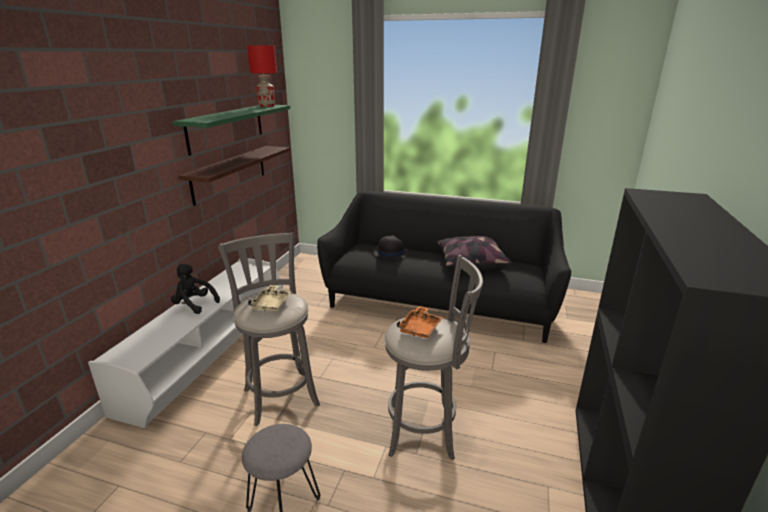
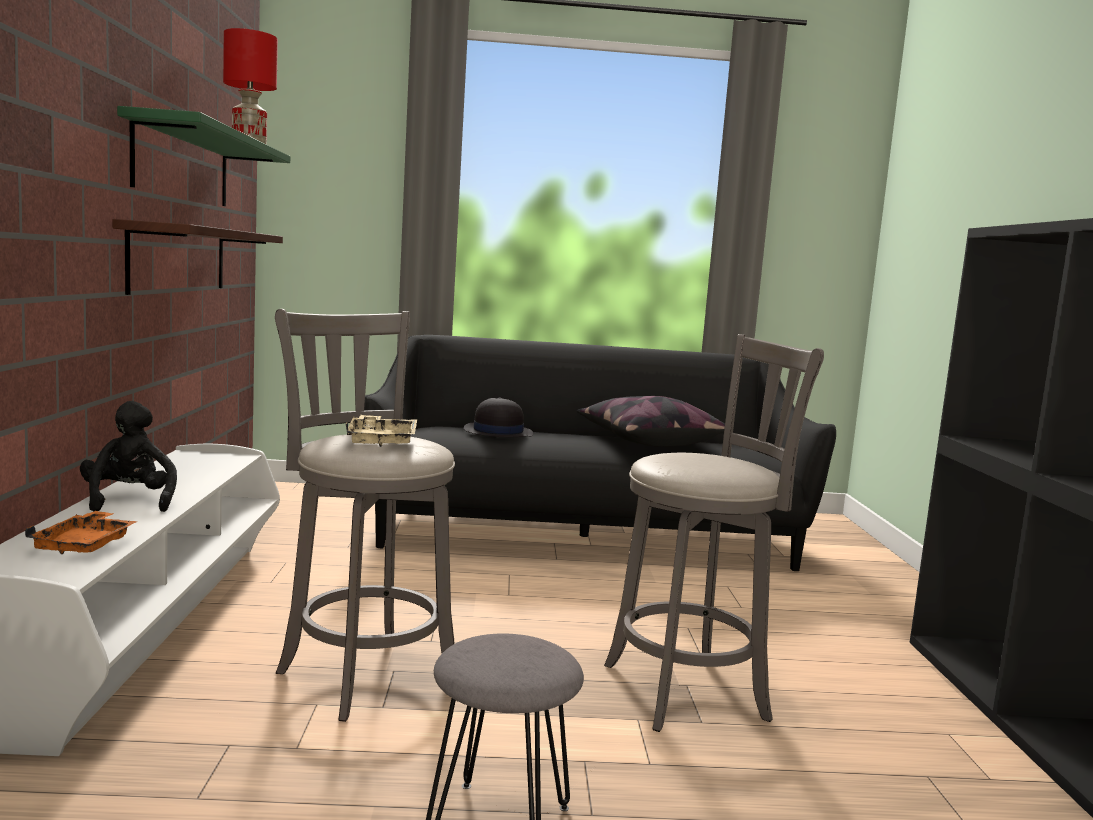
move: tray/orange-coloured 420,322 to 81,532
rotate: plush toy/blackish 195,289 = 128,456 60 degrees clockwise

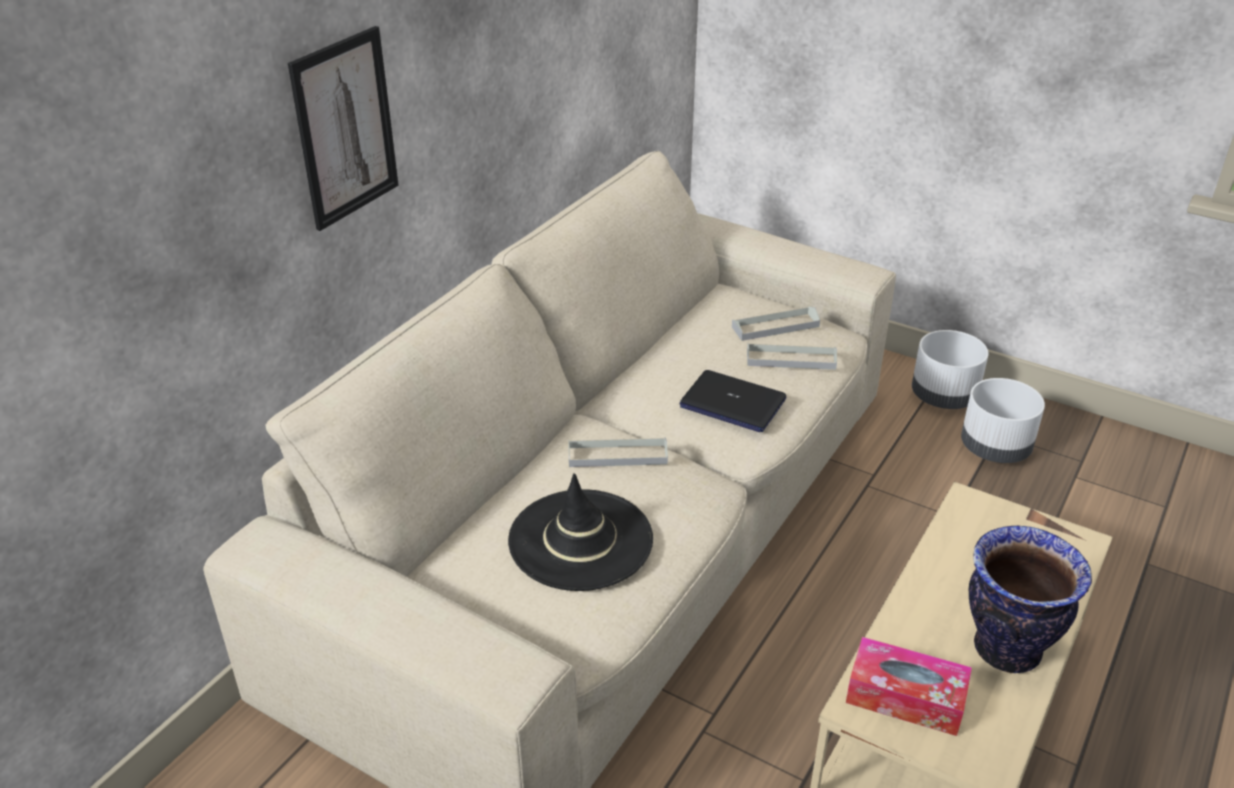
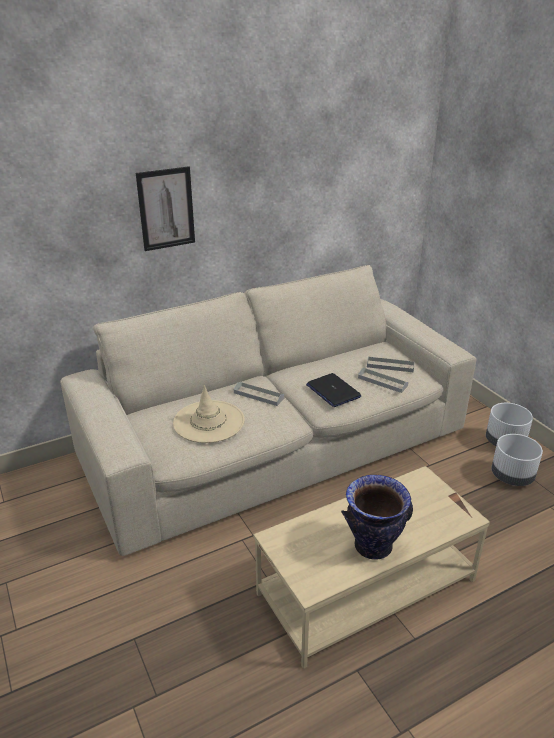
delete: box of tissues 909,686
recolor: hat/blackish 580,532 to hat/beige 208,414

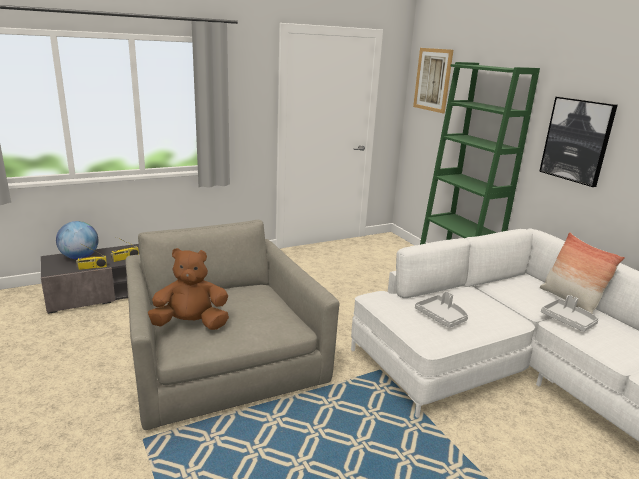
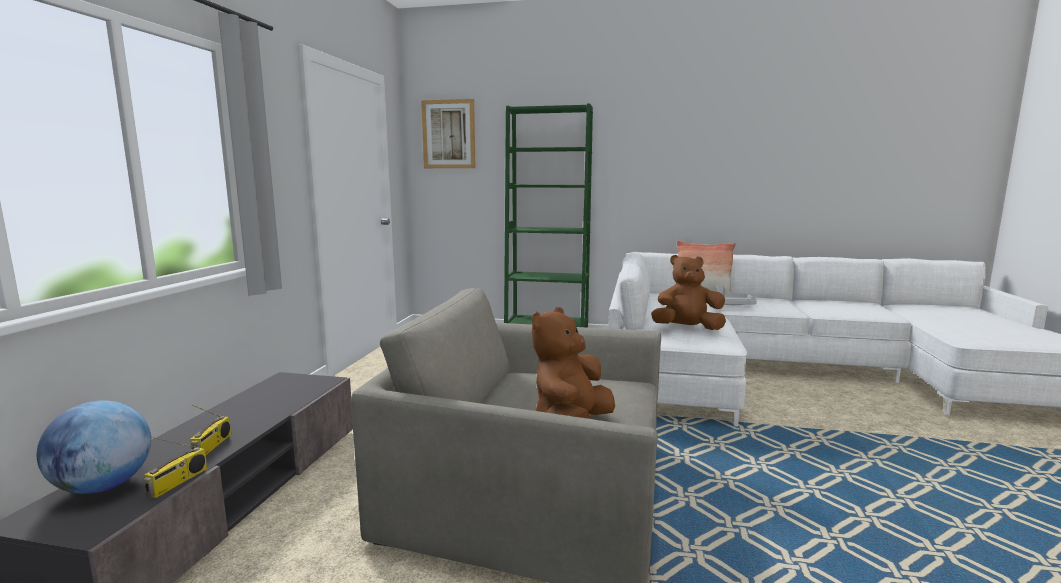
delete: wall art 578,142
replace: tray/grey 441,309 to plush toy/brown-coloured 688,292

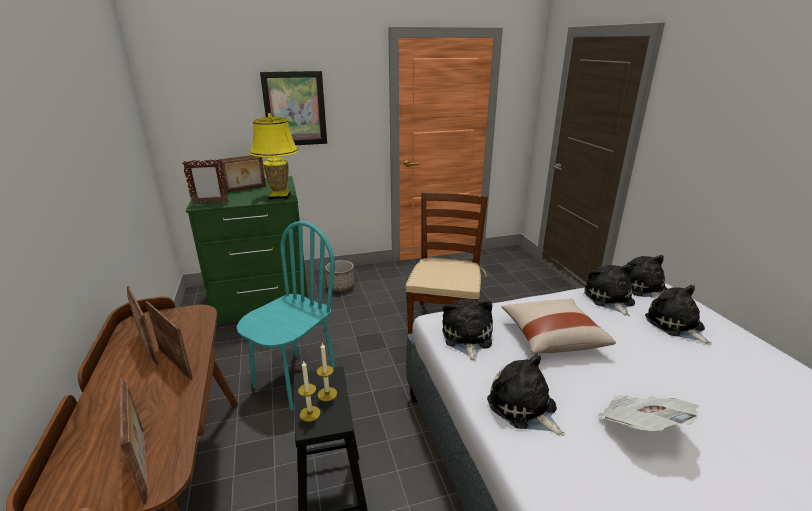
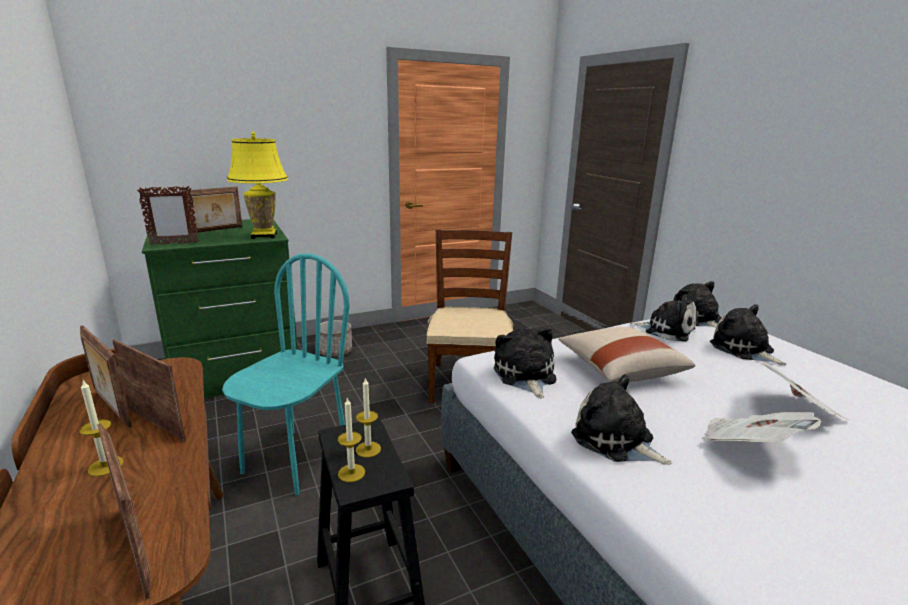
delete: wall art 293,108
insert: wax light 101,428; daily paper 804,390
rotate: plush toy 609,290 = 663,318 135 degrees clockwise

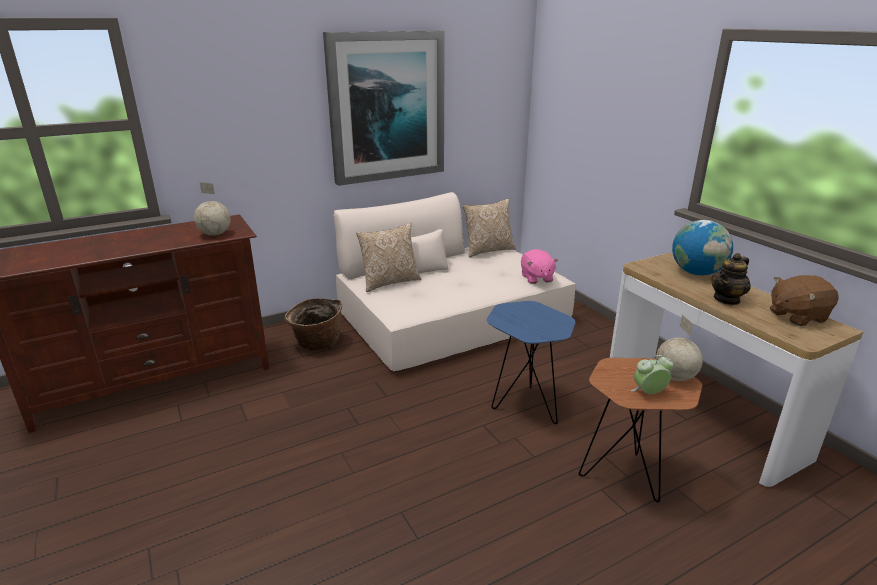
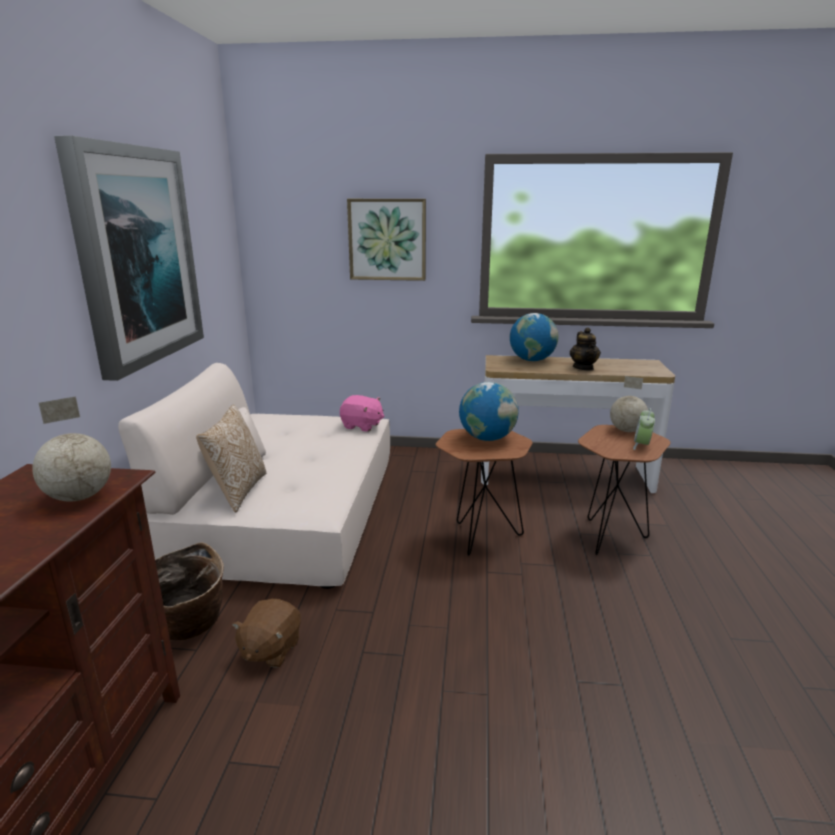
delete: cushion 489,228
insert: wall art 386,240; desk globe 489,411
move: plush toy/brown-coloured 804,300 to 266,633
recolor: end table/blue-coloured 531,362 to end table/brown-coloured 484,492

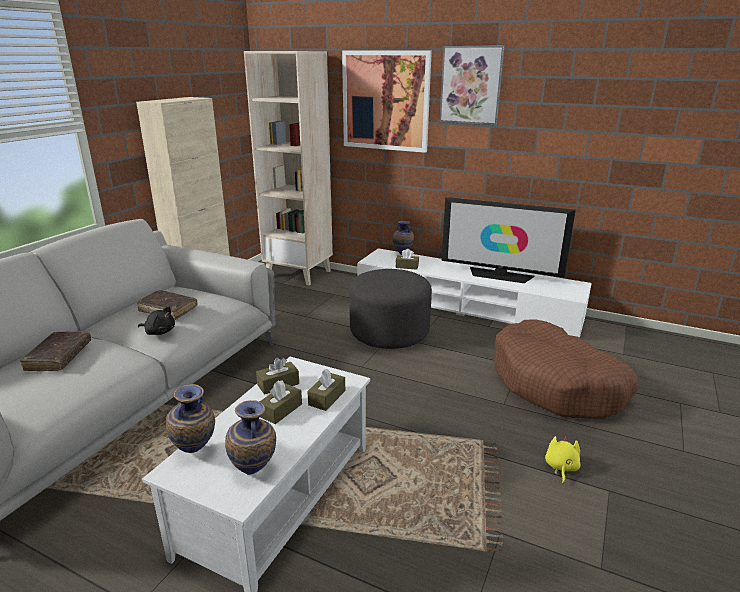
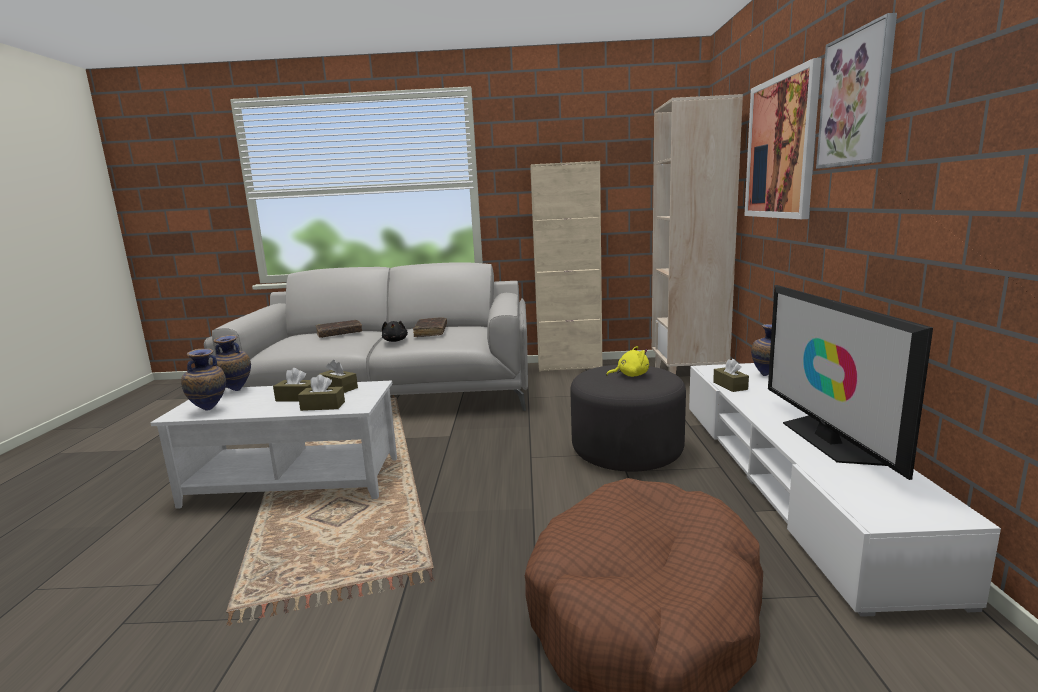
move: plush toy/yellowish 563,460 to 627,361

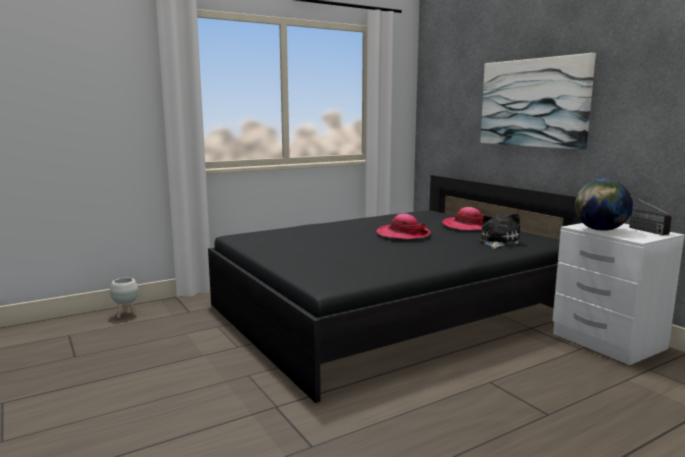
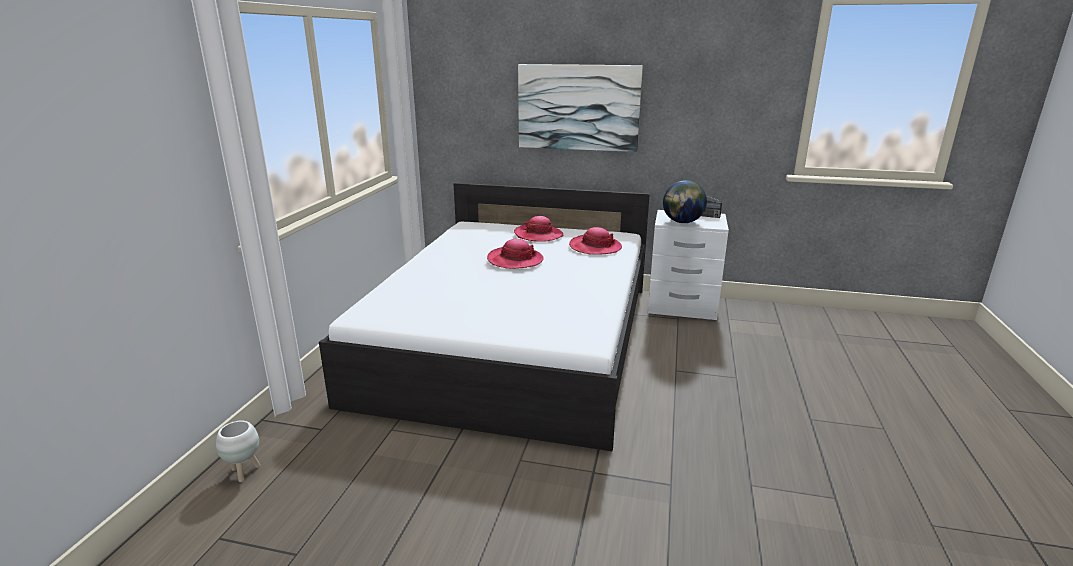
replace: plush toy 500,231 to hat 595,241
recolor: bed/blackish 395,289 to bed/whitish 484,317

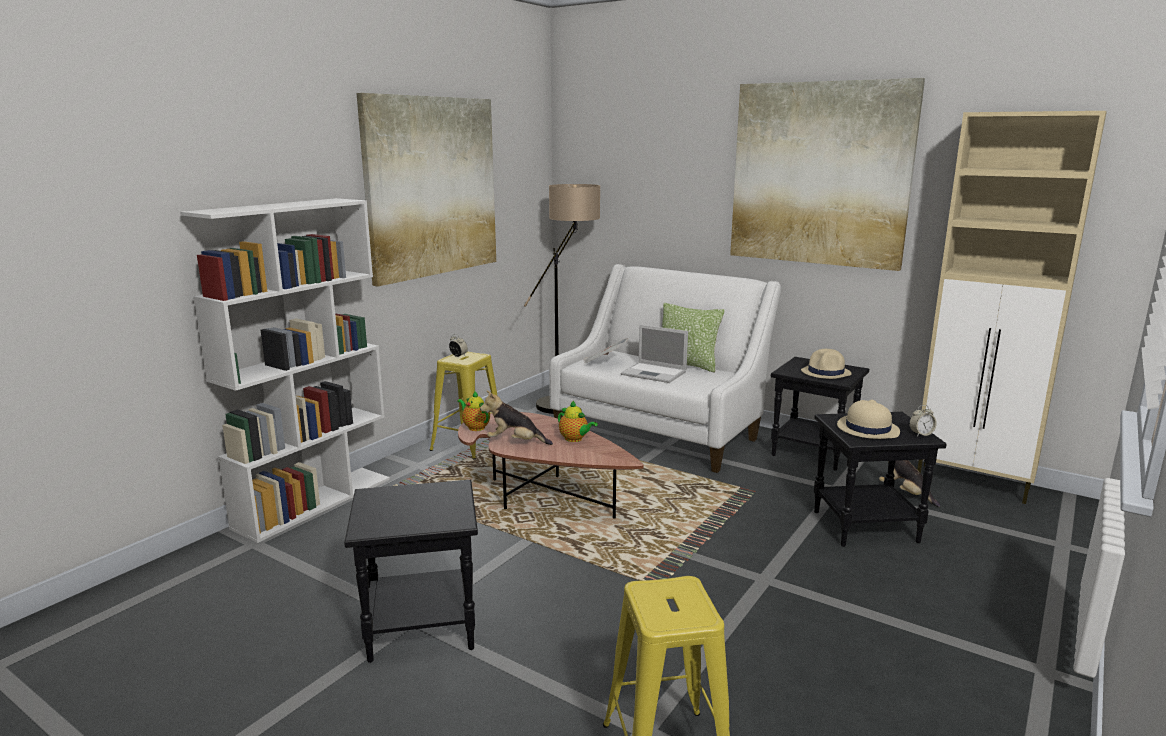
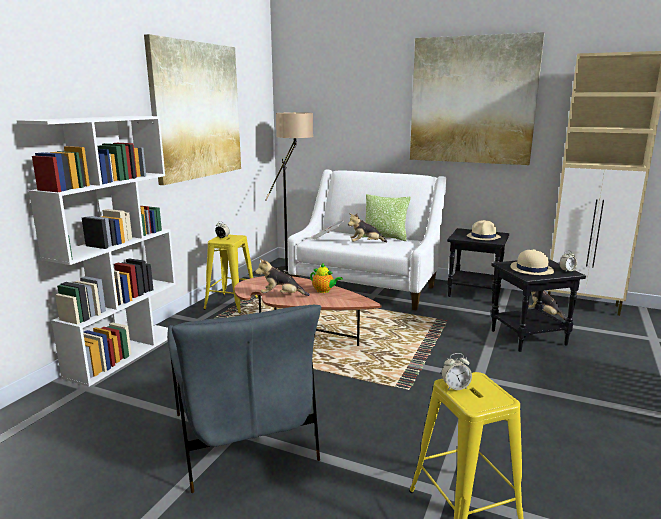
delete: tea pot 473,410
insert: bedside clock 456,371
replace: end table/blackish 411,571 to lounge chair/grey 244,399; laptop 654,354 to plush toy 367,227

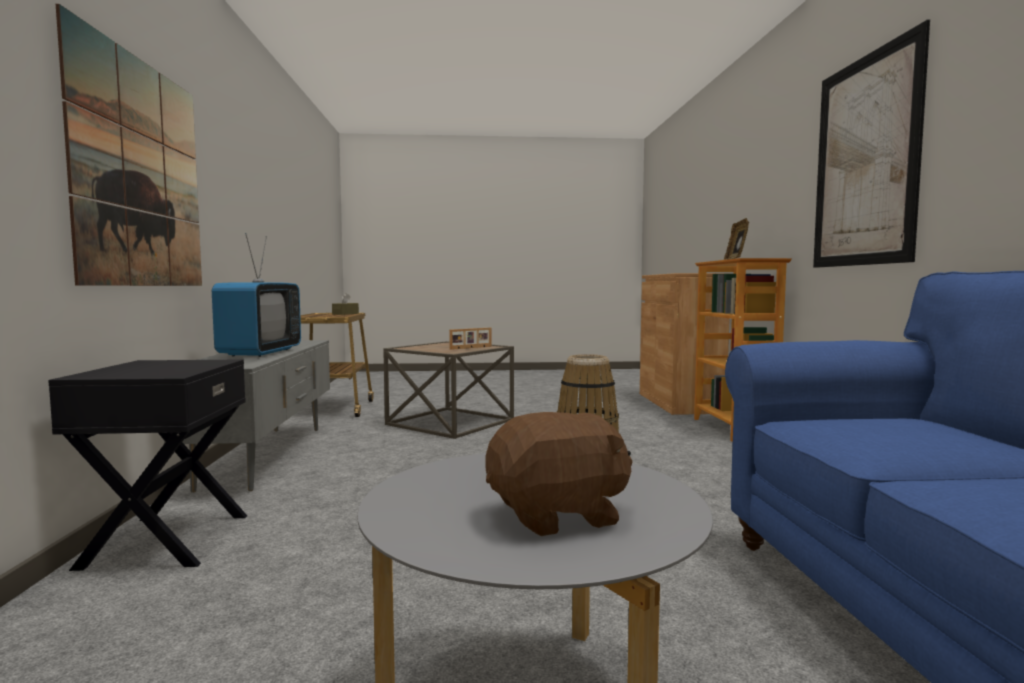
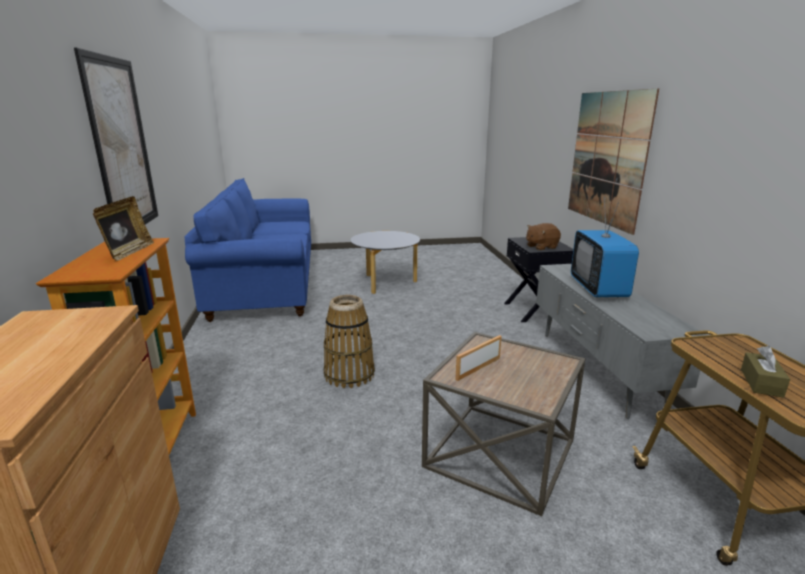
move: plush toy/brown-coloured 559,474 to 543,236

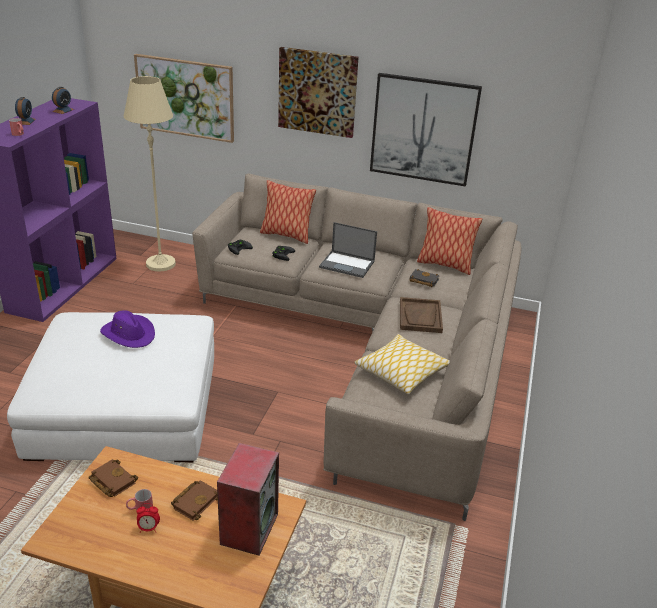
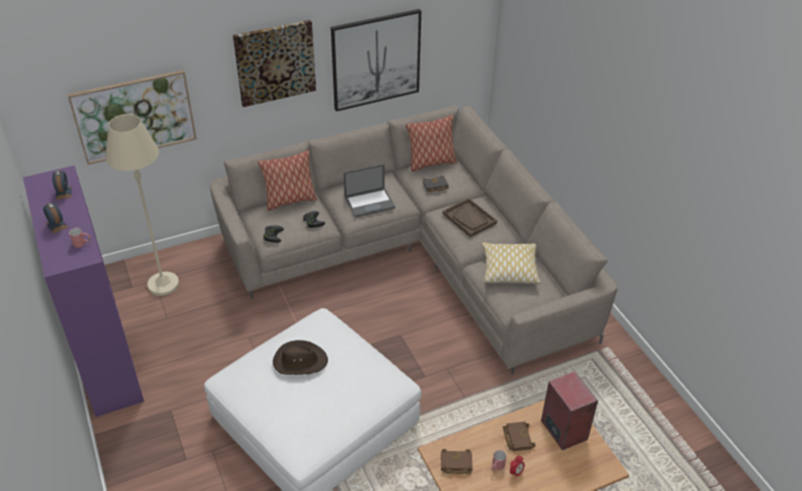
recolor: hat/purplish 127,329 to hat/brown-coloured 300,357

